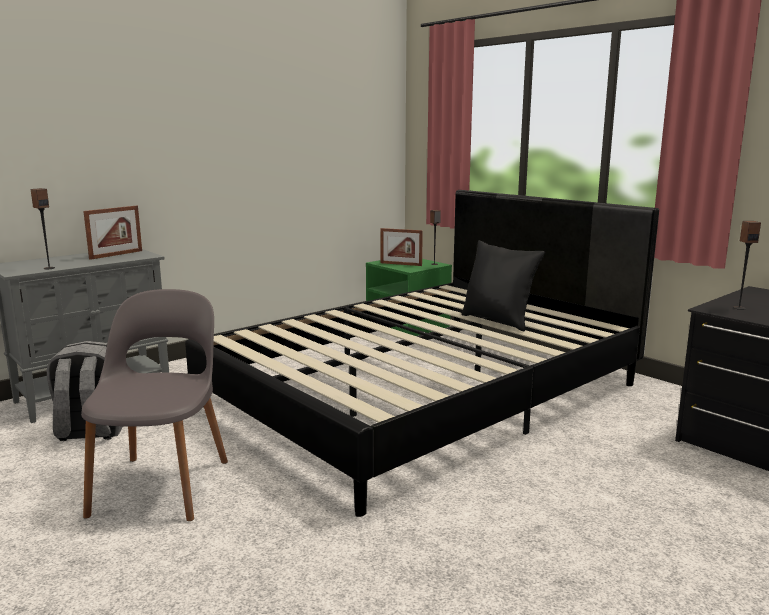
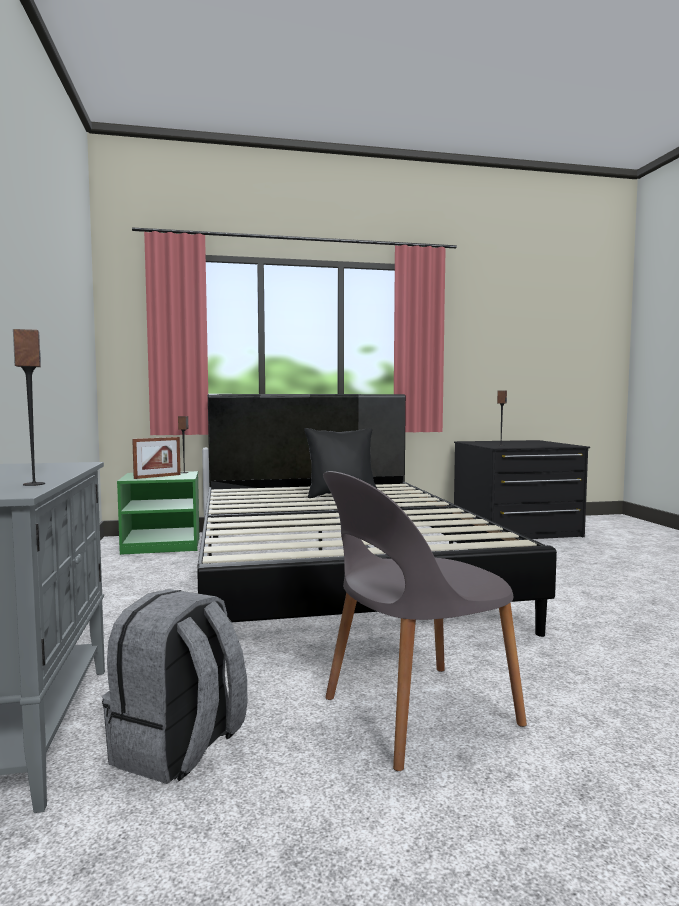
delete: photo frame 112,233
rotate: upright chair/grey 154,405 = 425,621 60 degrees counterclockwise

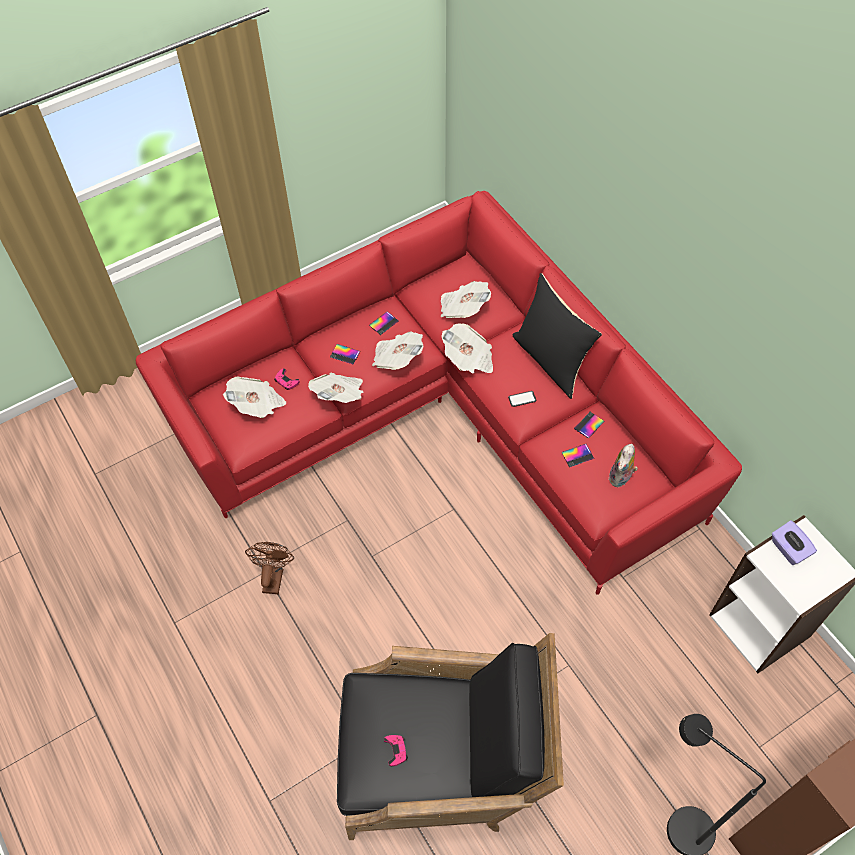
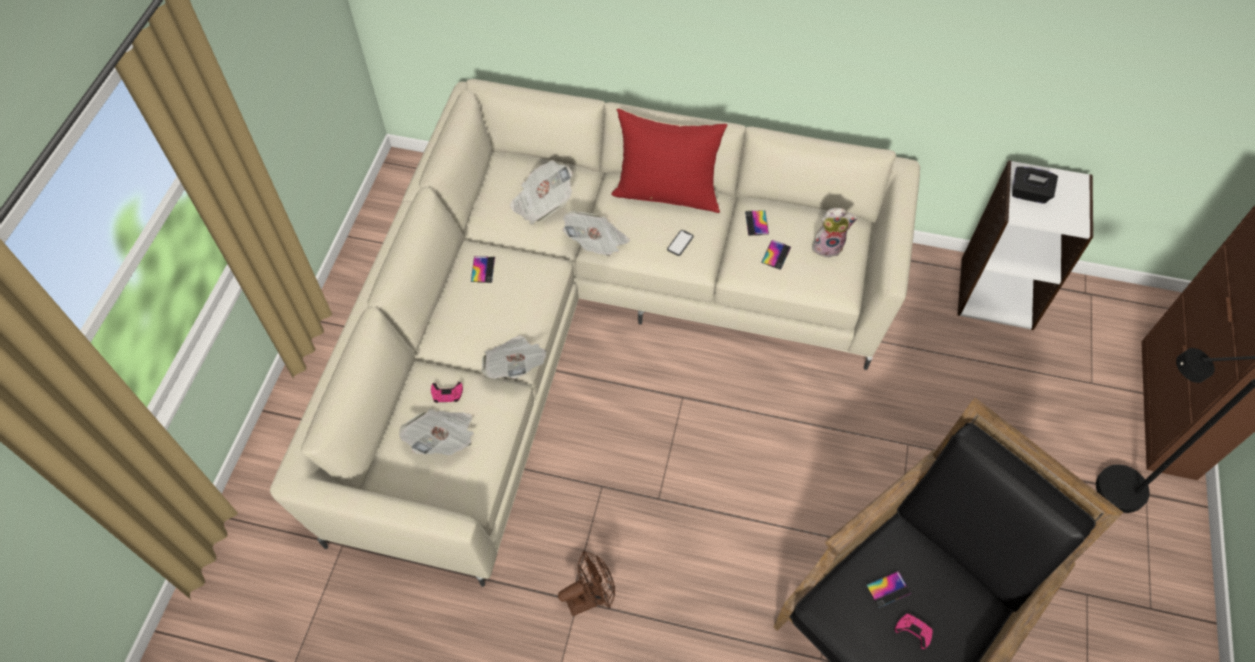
delete: daily paper 397,351
move: telephone 345,354 to 888,589
recolor: settee/red 439,393 to settee/beige 595,333; cushion/blackish 557,336 to cushion/red 669,160; box of tissues/purplish 794,542 to box of tissues/blackish 1035,185
rotate: electric fan/brown-coloured 269,568 = 586,583 105 degrees clockwise; plush toy 623,465 = 835,233 75 degrees counterclockwise

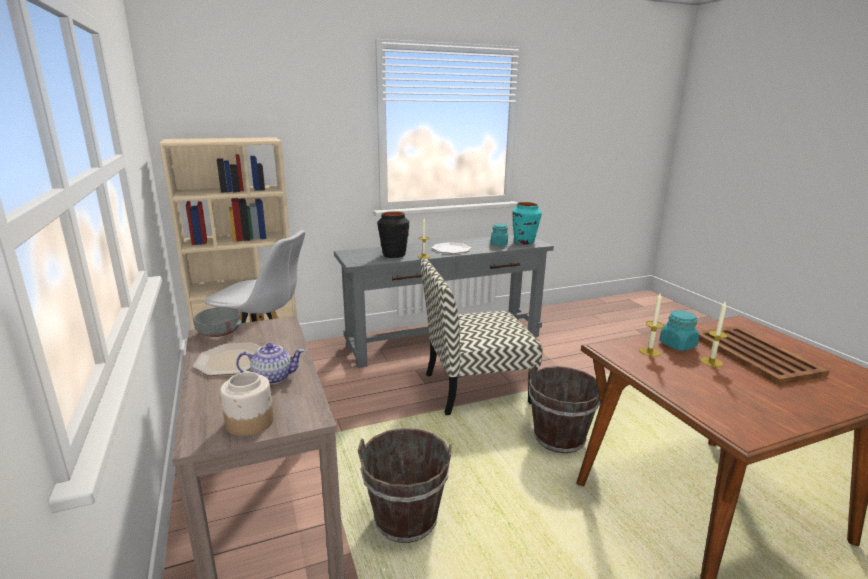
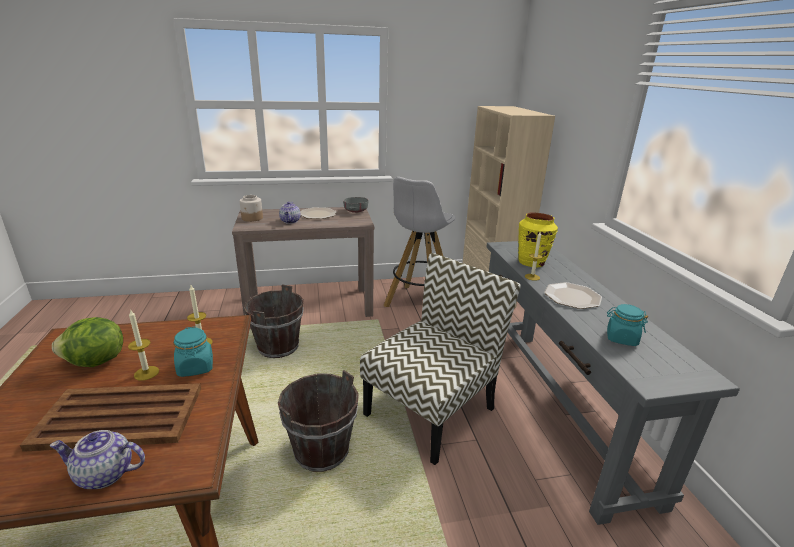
delete: decorative vase/blue-green 527,223
insert: tea pot 97,459; lettuce head 87,342
recolor: decorative vase/blackish 393,234 to decorative vase/yellowish 538,240
rotate: upright chair 481,336 = 440,359 45 degrees clockwise

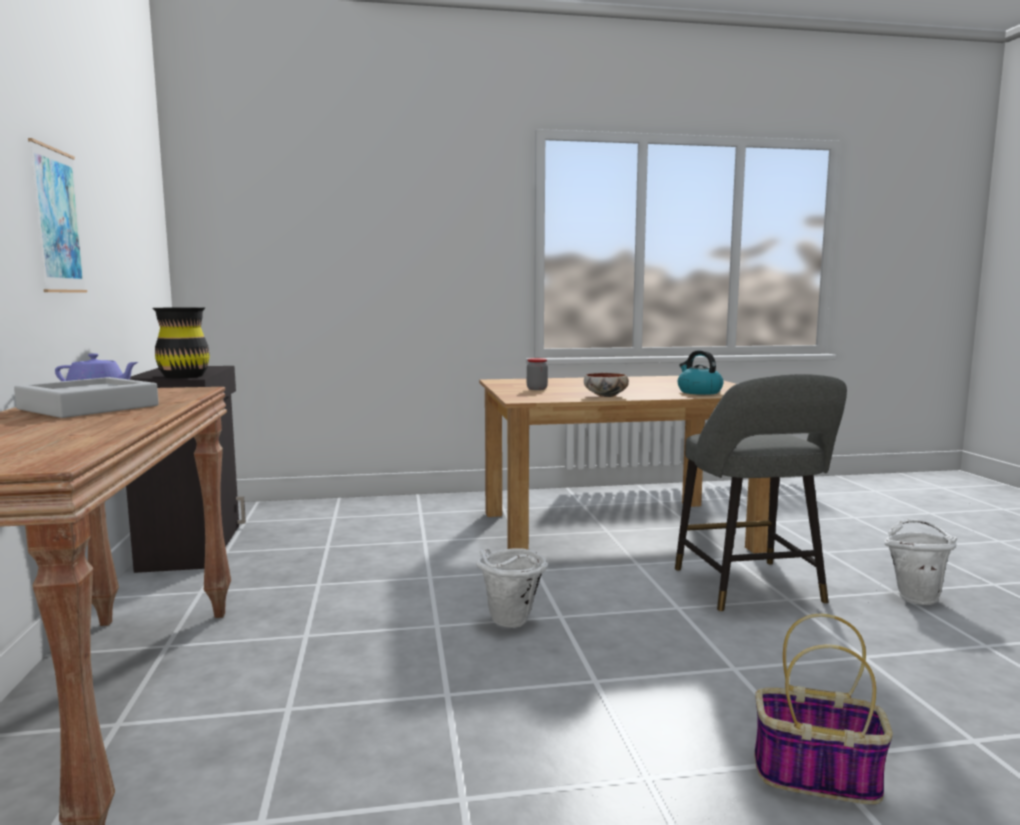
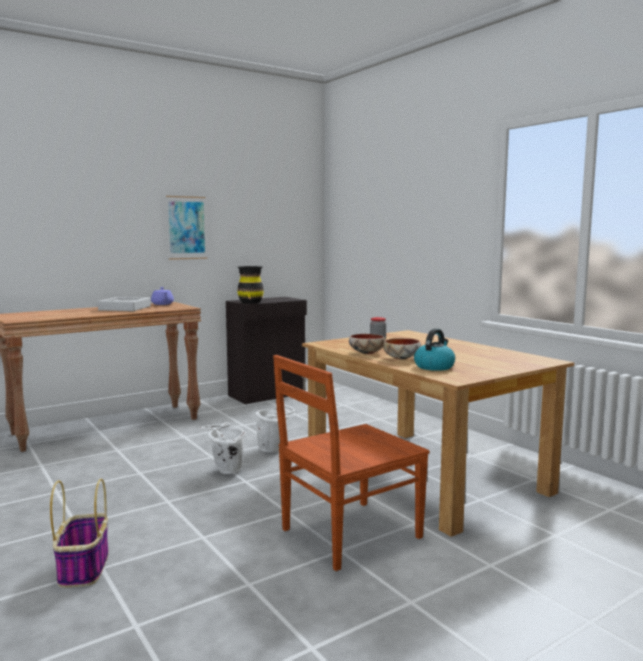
insert: bowl 402,349
move: water bucket/whitish 920,562 to 275,428
replace: stool/grey 761,493 to upright chair/brown-coloured 351,463

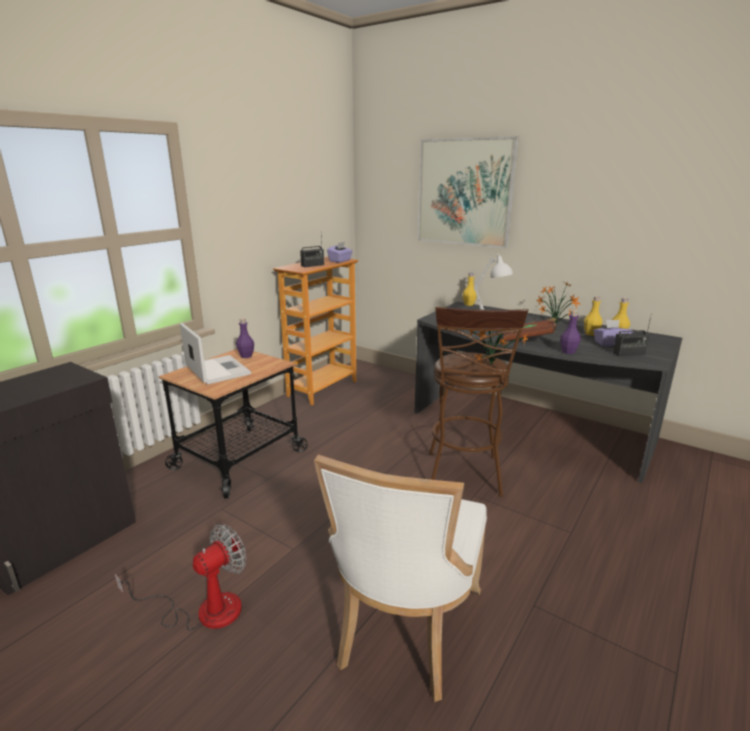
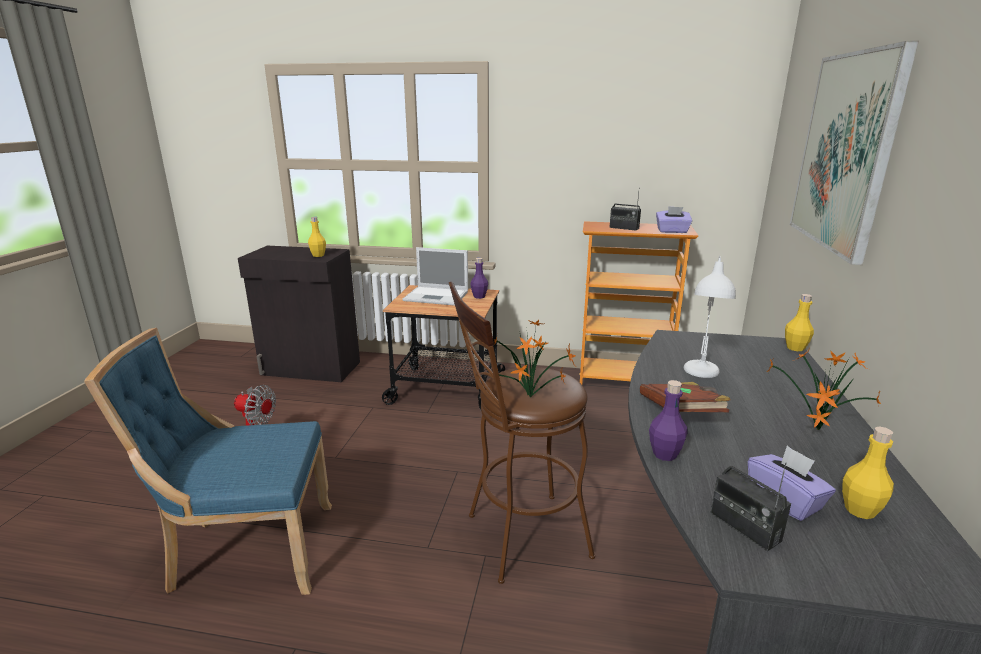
move: drink bottle/yellowish 593,316 to 317,237
recolor: upright chair/whitish 400,578 to upright chair/blue-coloured 208,461
rotate: laptop 215,354 = 435,276 75 degrees clockwise

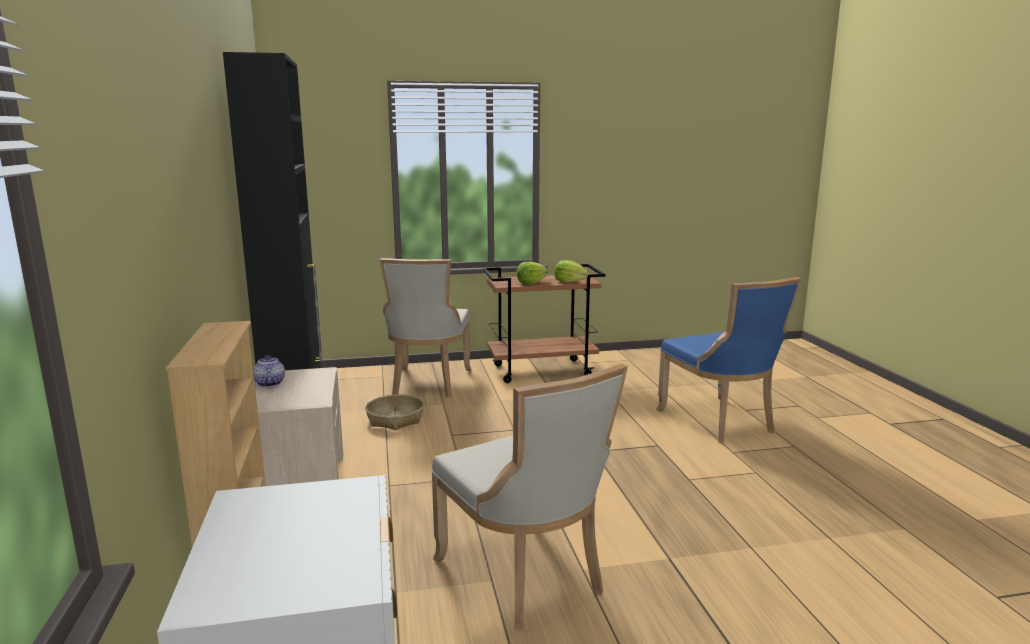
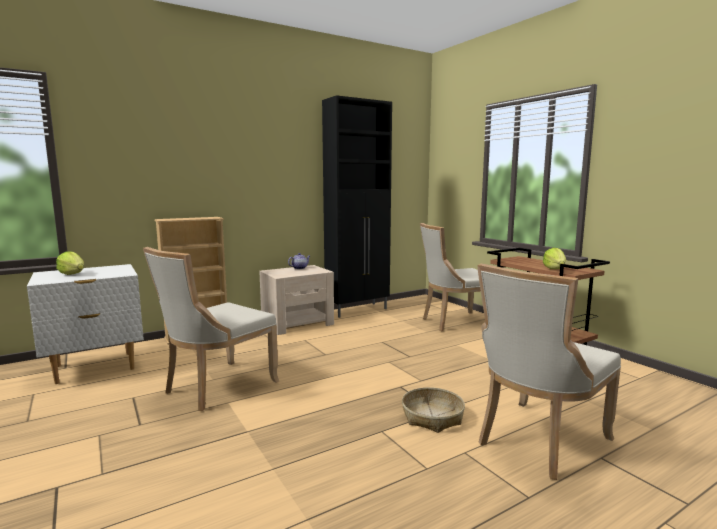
move: lettuce head 532,272 to 70,263; storage basket 394,412 to 433,410
recolor: upright chair/blue-coloured 728,360 to upright chair/beige 549,372

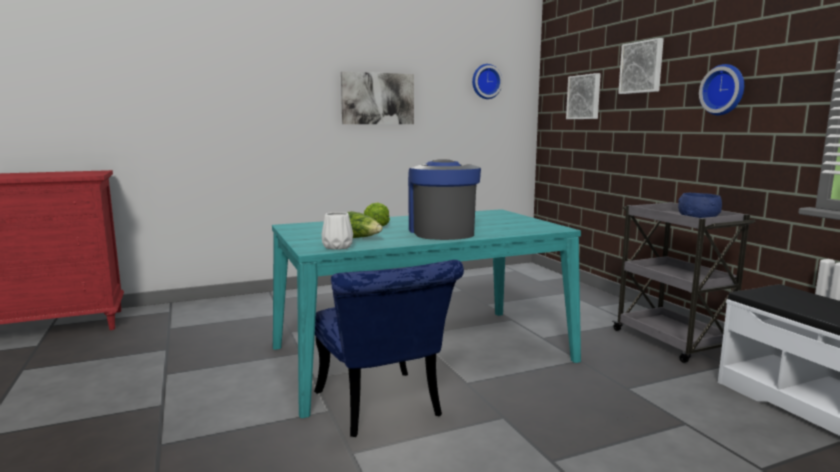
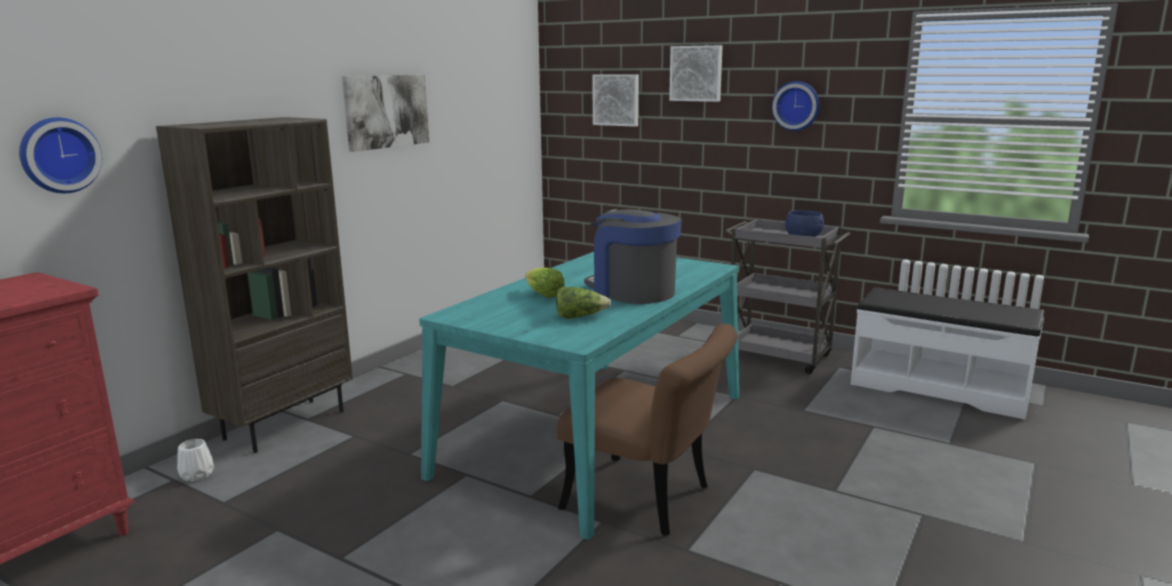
insert: bookshelf/brown-coloured 254,285
move: wall clock 487,81 to 60,155; decorative vase/whitish 337,231 to 195,460
recolor: upright chair/blue-coloured 389,348 to upright chair/brown-coloured 647,430

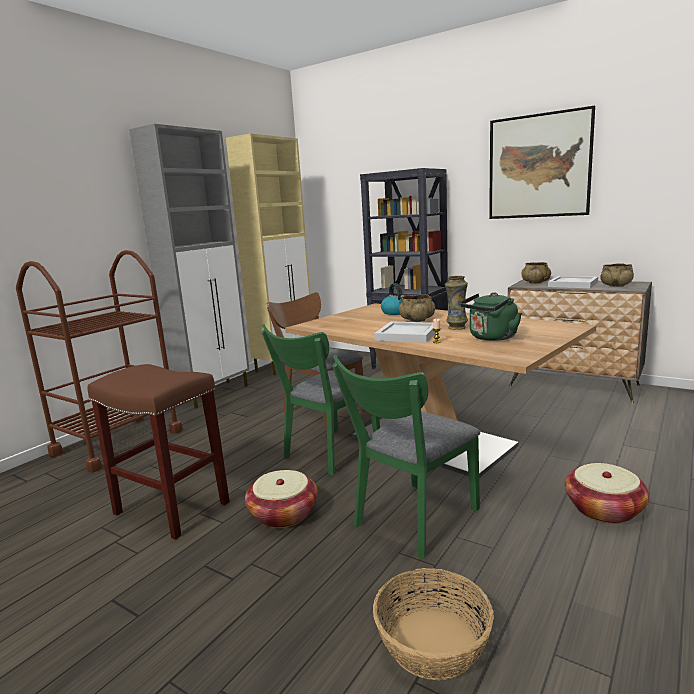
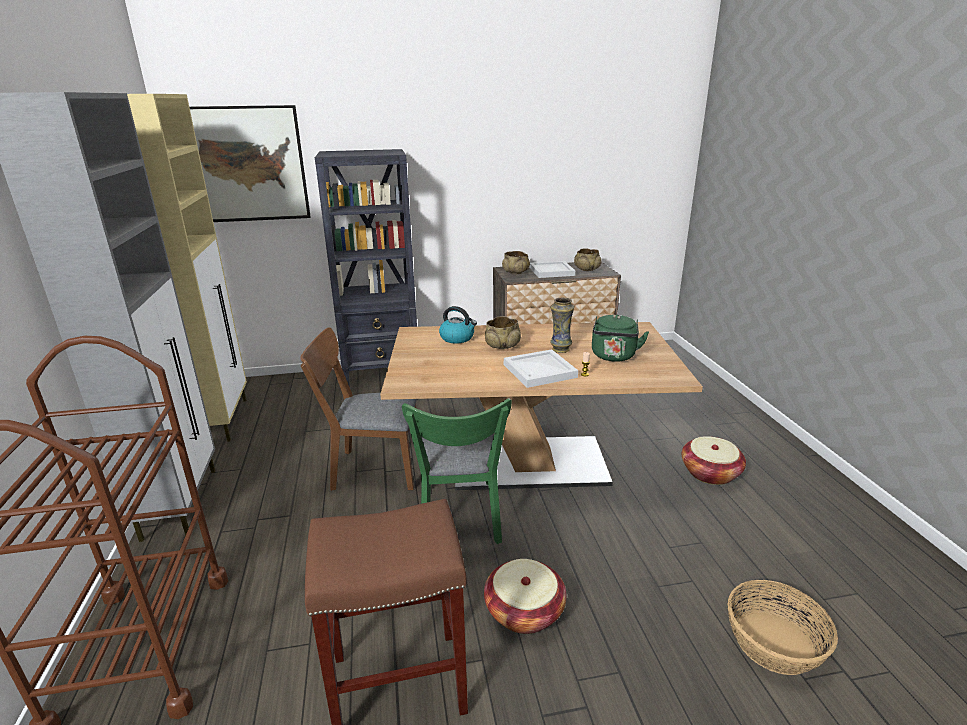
delete: upright chair/green-coloured 406,457
move: wall art 542,162 to 250,163

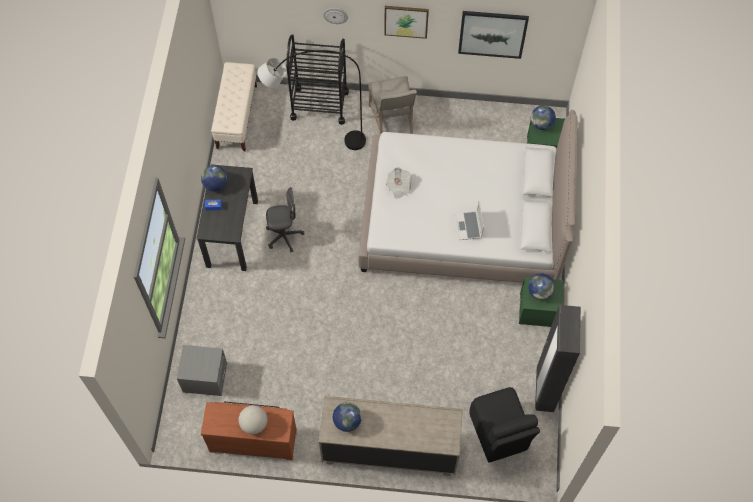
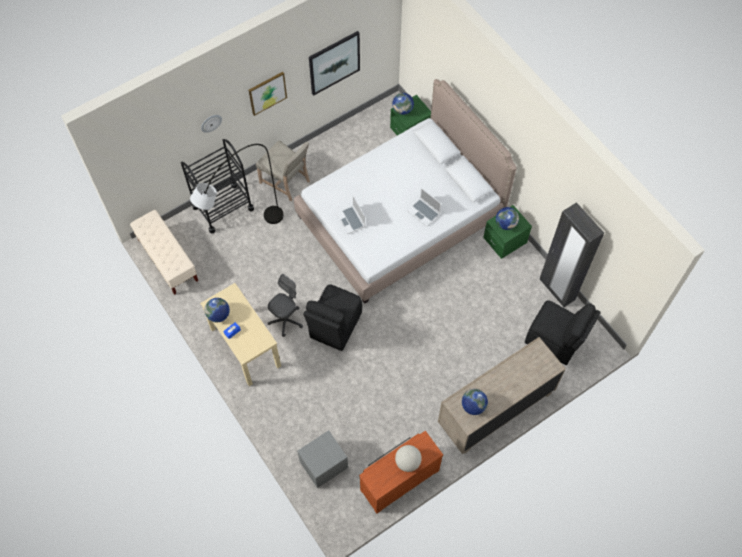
insert: upright chair/blackish 332,317
replace: daily paper 398,183 to laptop 350,215
recolor: desk/blackish 227,217 to desk/beige 240,334

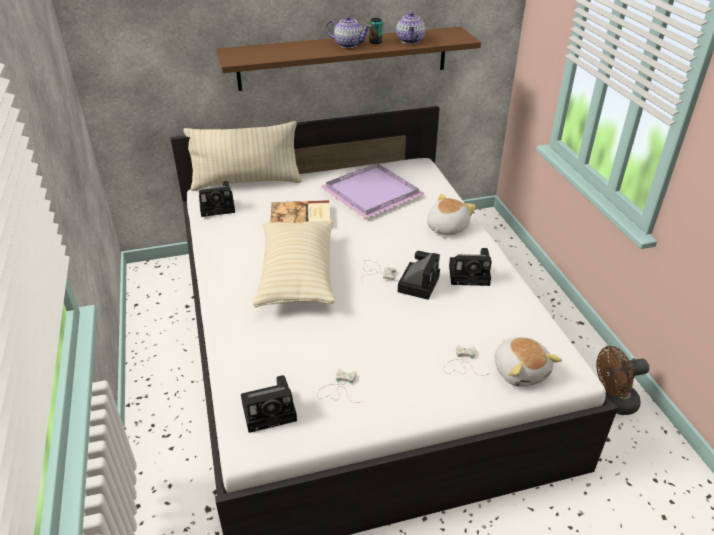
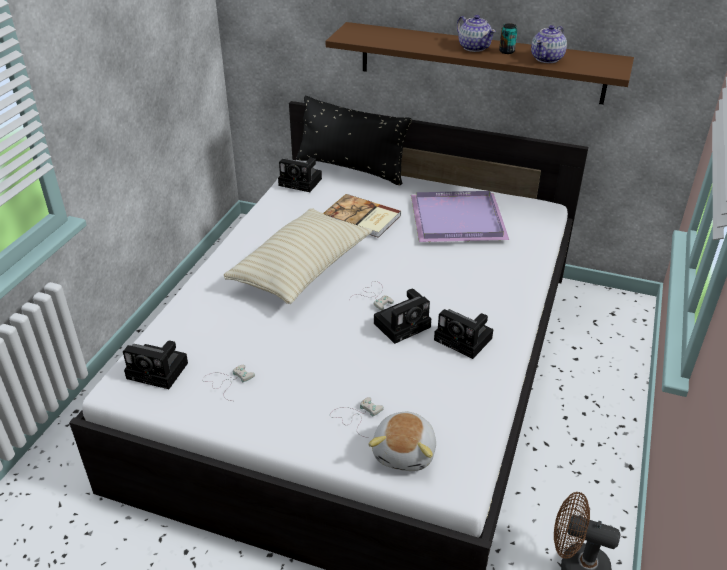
delete: plush toy 451,214
recolor: cushion/beige 242,156 to cushion/blackish 354,140

